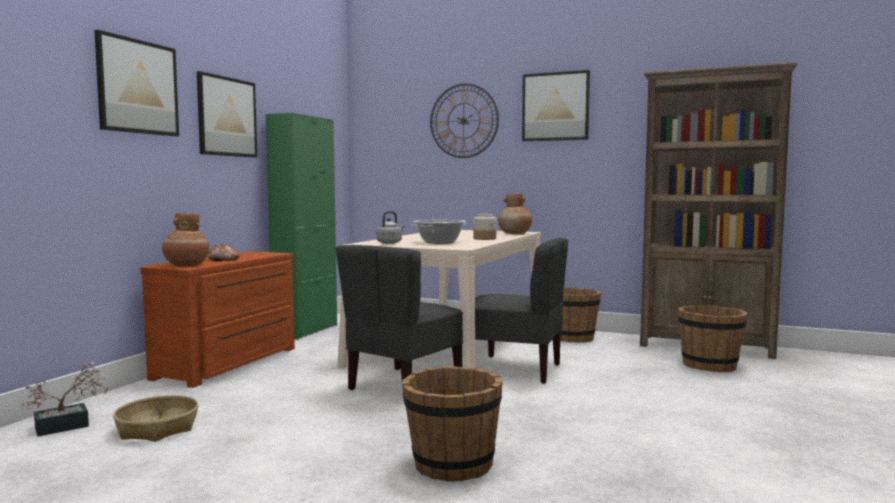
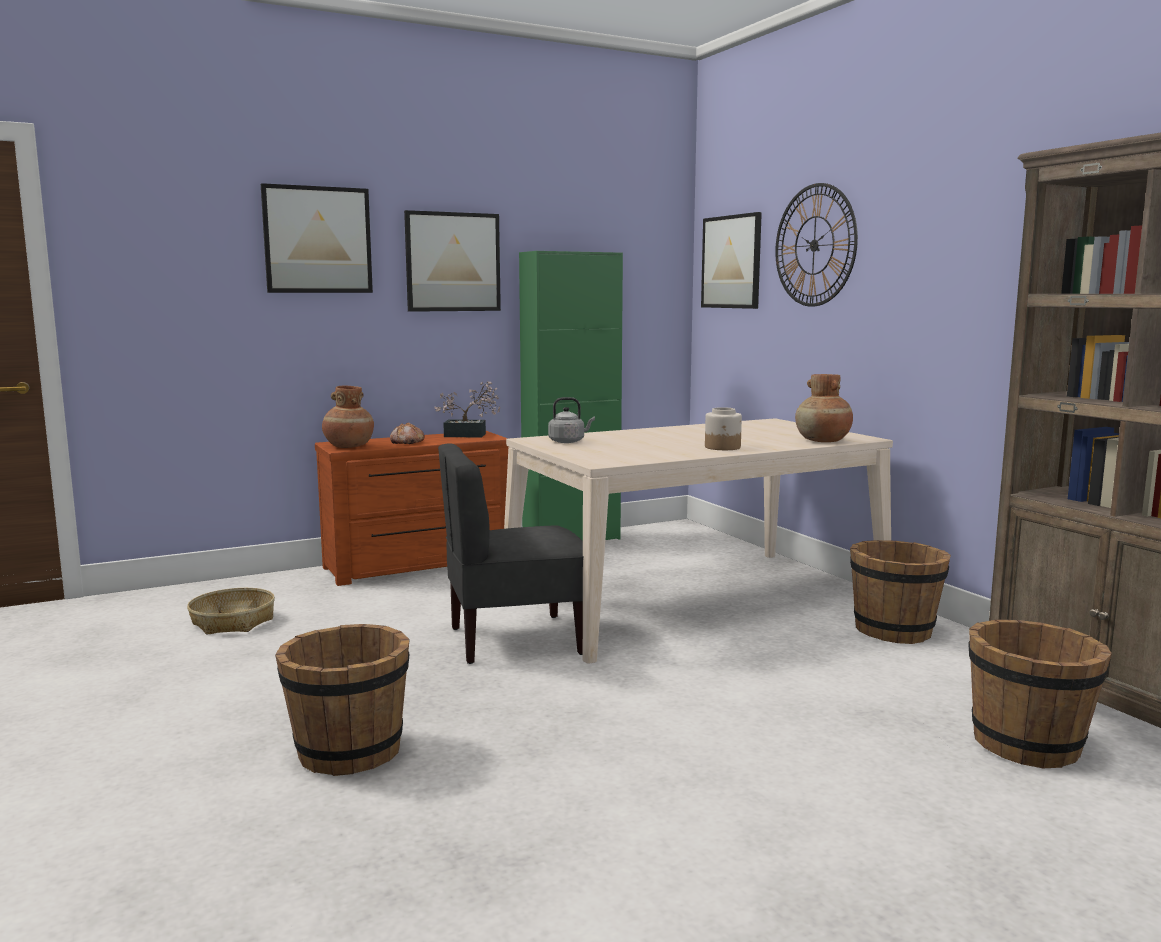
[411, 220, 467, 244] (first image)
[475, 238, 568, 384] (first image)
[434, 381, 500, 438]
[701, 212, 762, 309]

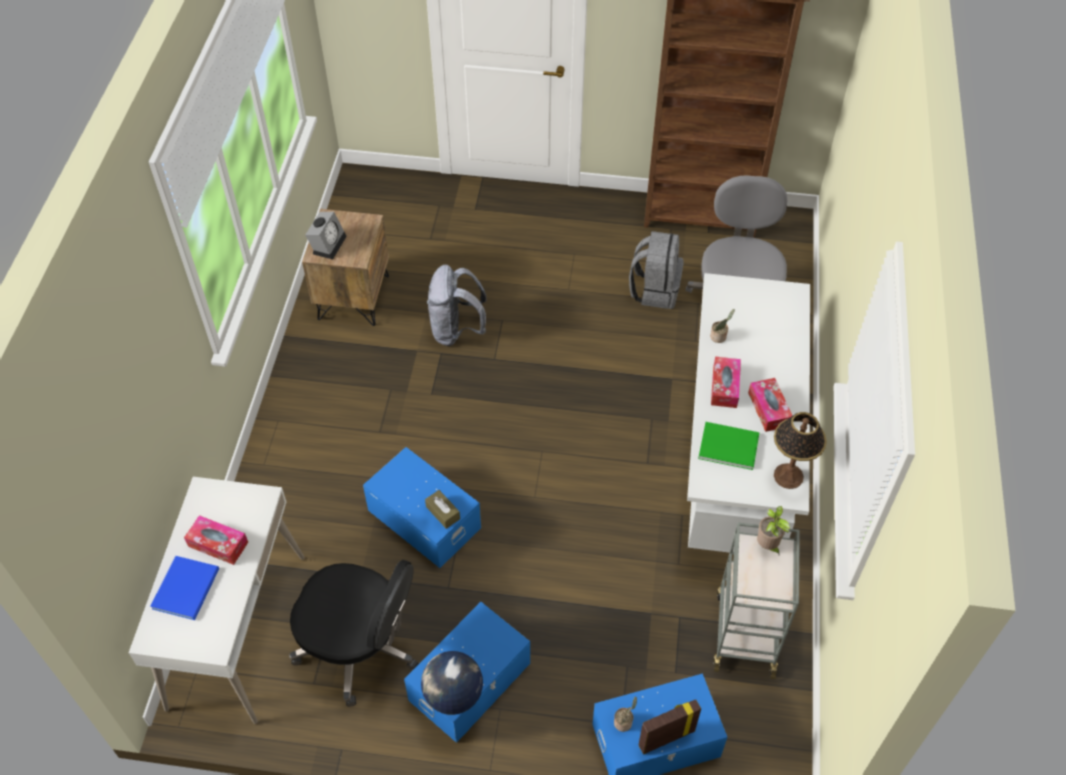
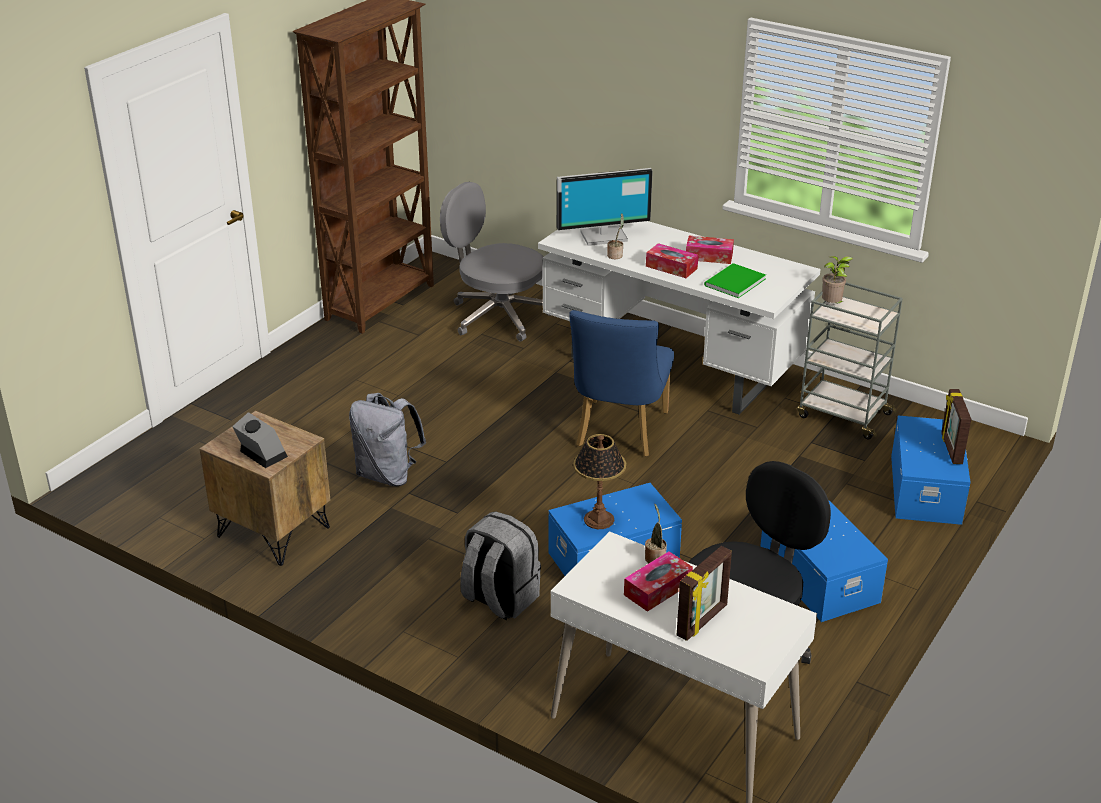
[421, 651, 483, 715] (first image)
[425, 490, 460, 529] (first image)
[557, 168, 653, 246]
[569, 310, 674, 457]
[645, 504, 667, 563]
[460, 511, 541, 621]
[573, 434, 626, 529]
[677, 546, 732, 641]

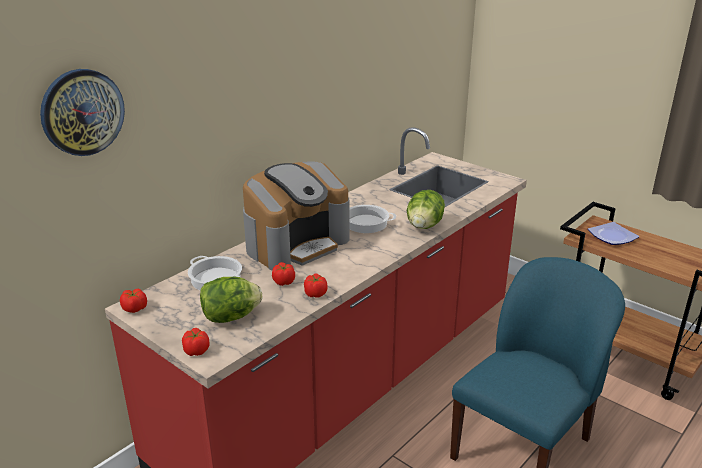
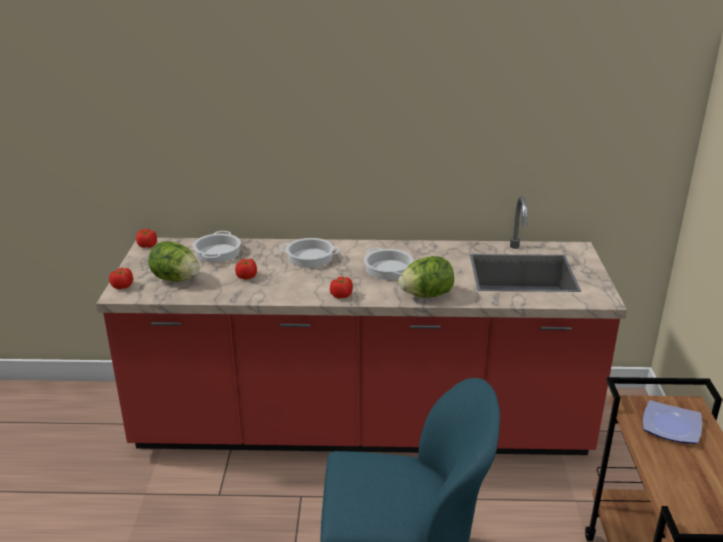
[40, 69, 125, 156] (first image)
[330, 277, 353, 299]
[279, 238, 340, 268]

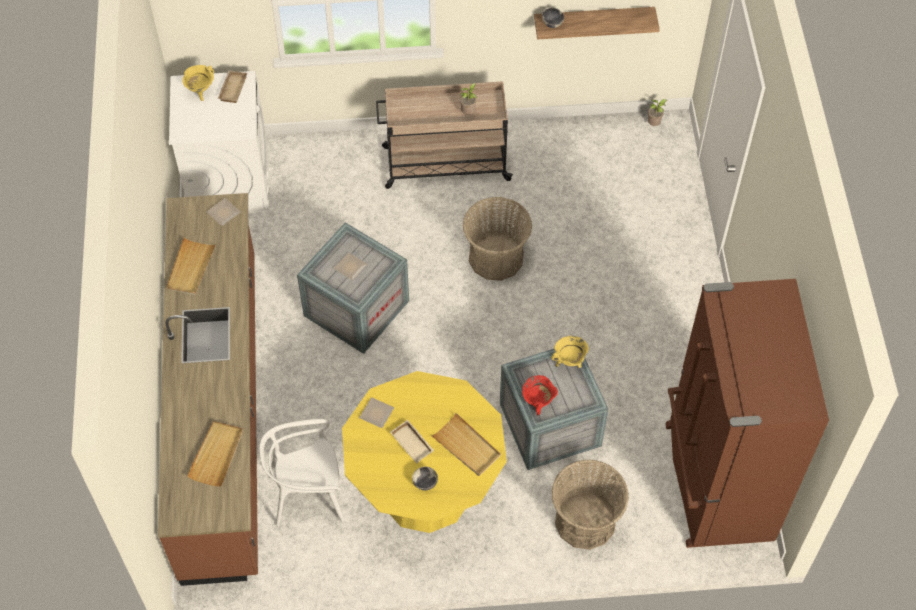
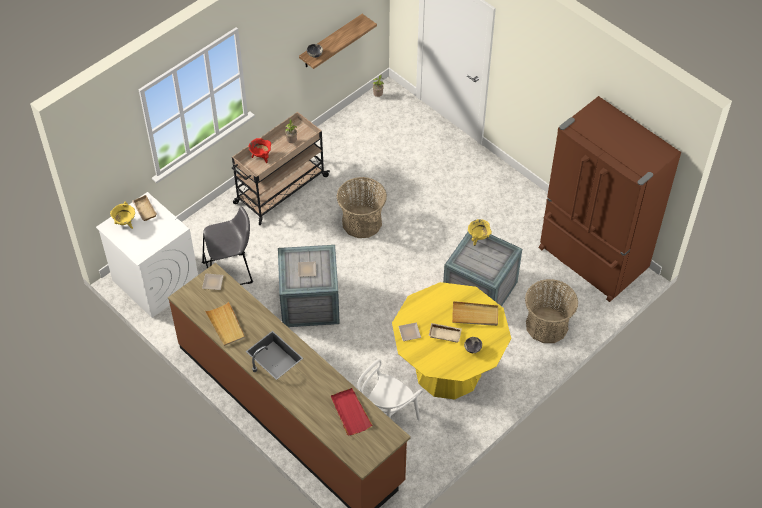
[202, 206, 253, 285]
[248, 138, 271, 163]
[331, 388, 372, 435]

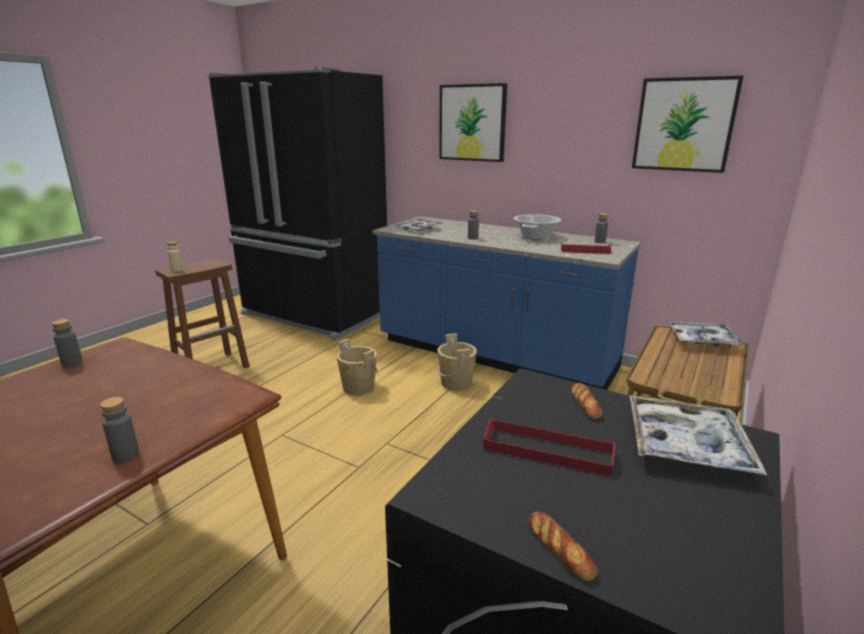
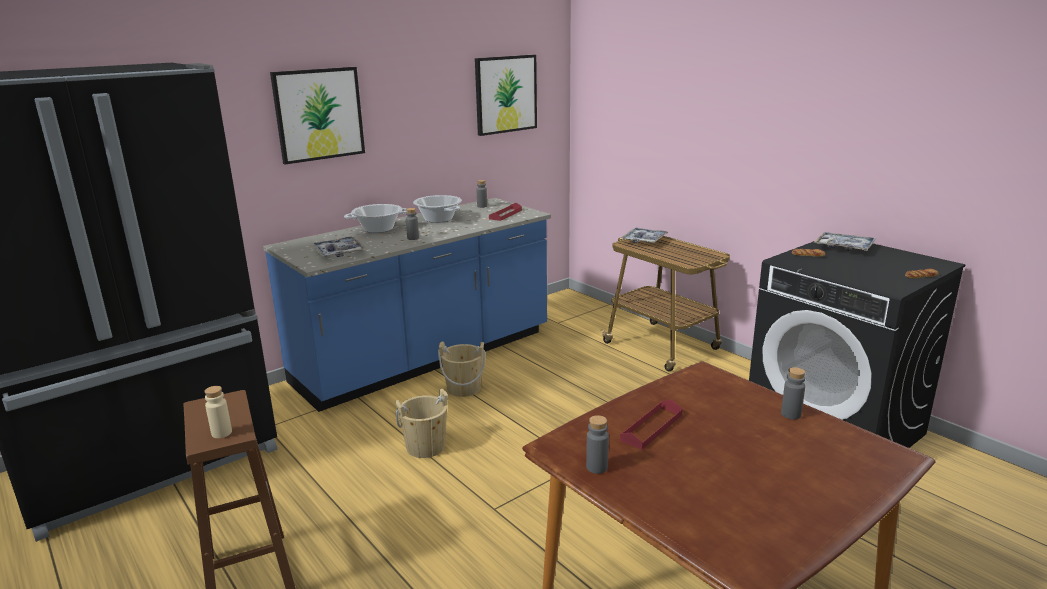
[344, 204, 407, 233]
[620, 400, 683, 450]

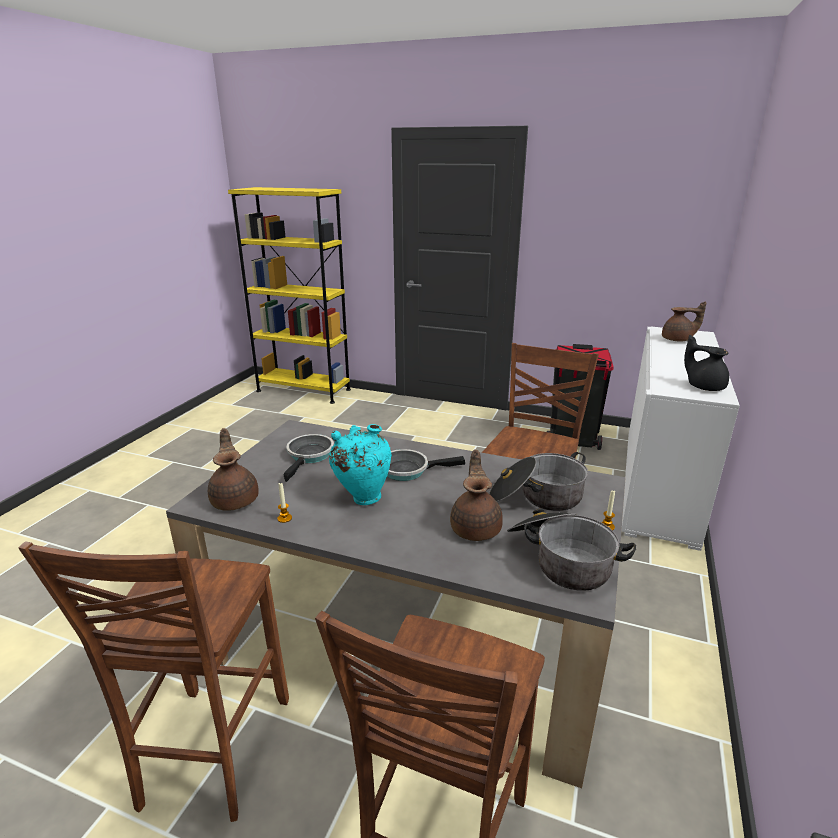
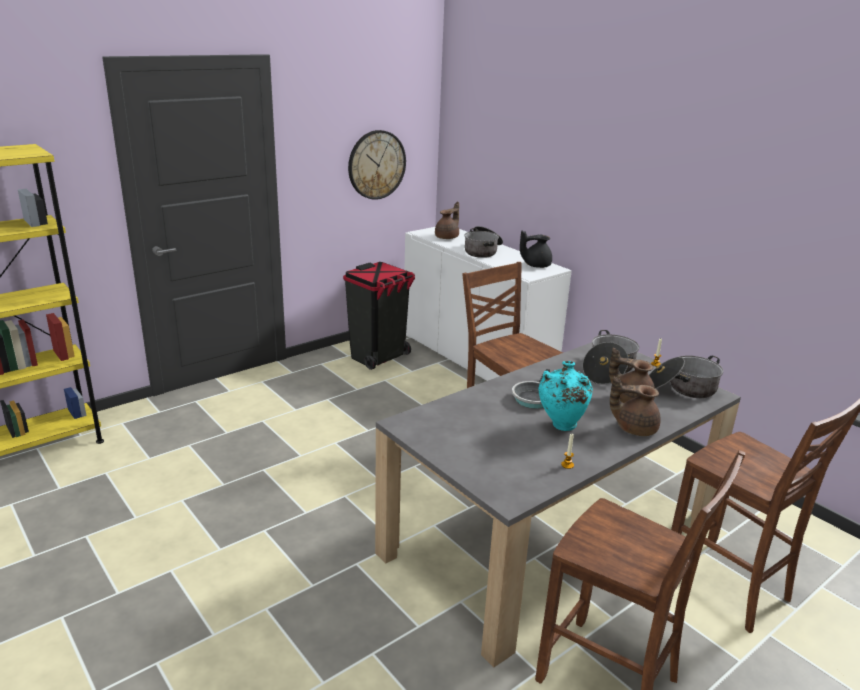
[284, 434, 334, 482] (first image)
[348, 130, 406, 200]
[464, 226, 503, 258]
[610, 377, 661, 436]

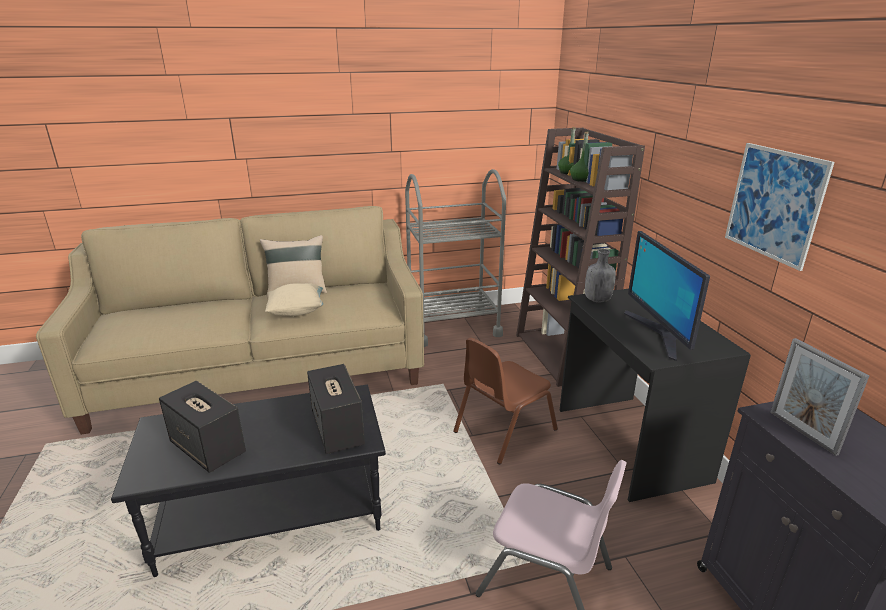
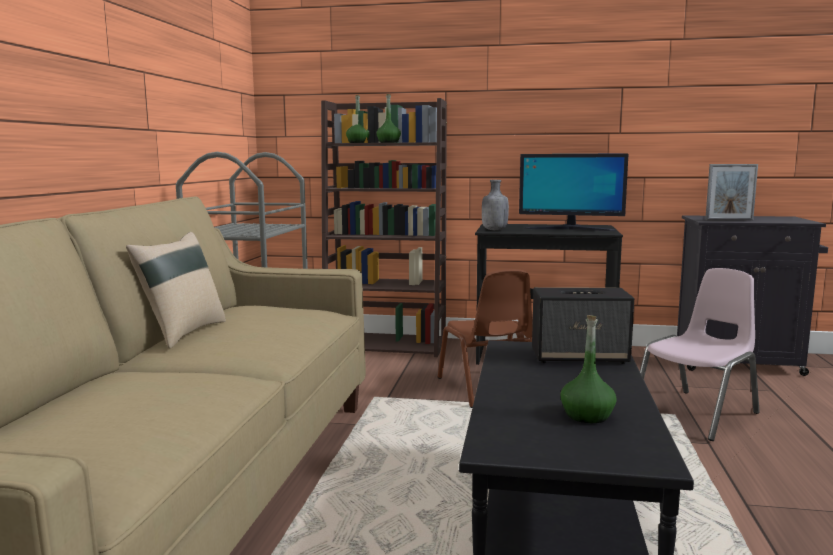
[265, 283, 323, 316] (first image)
[725, 143, 835, 271] (first image)
[561, 315, 617, 423]

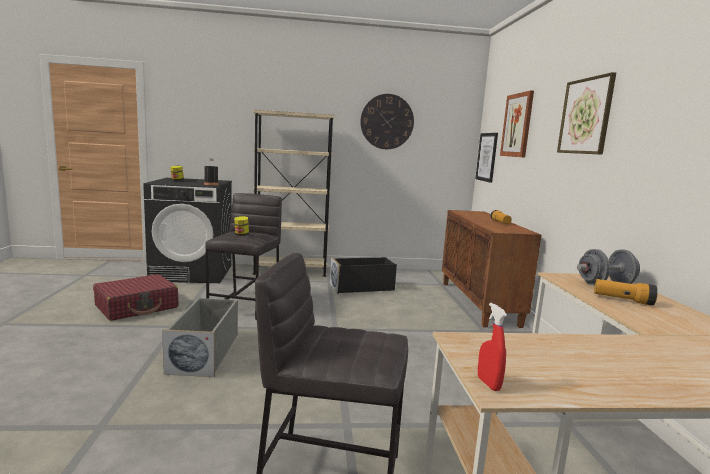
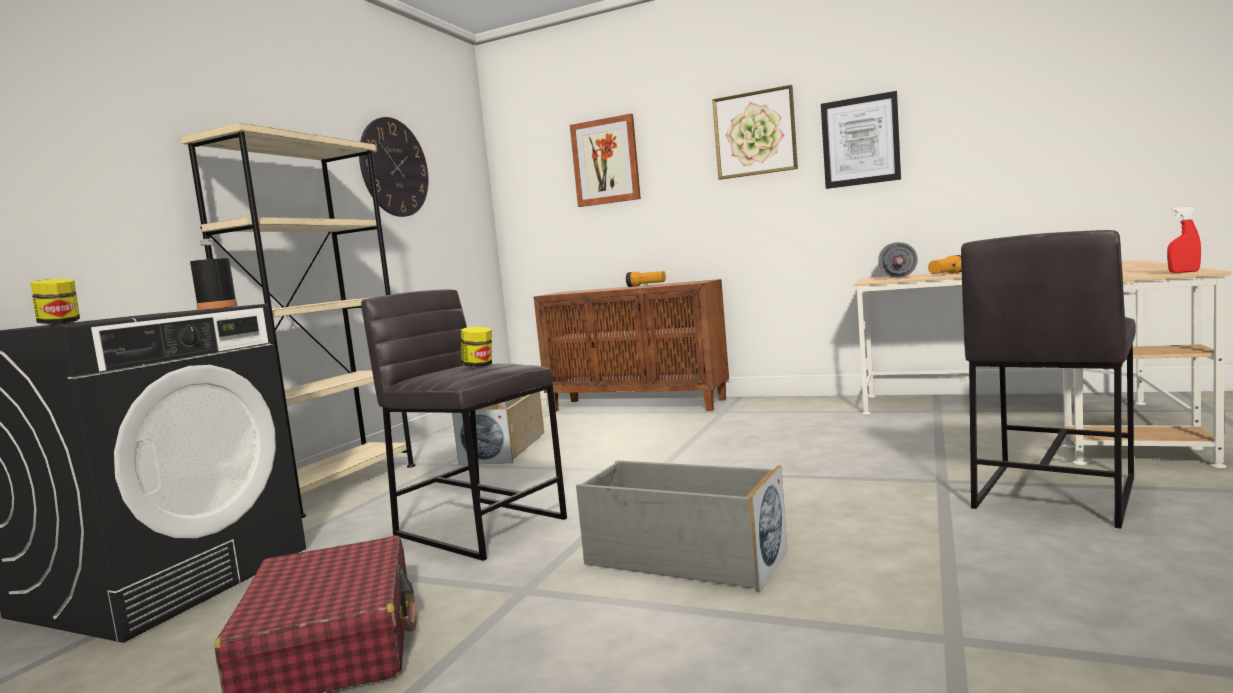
[821, 91, 901, 189]
[452, 392, 544, 465]

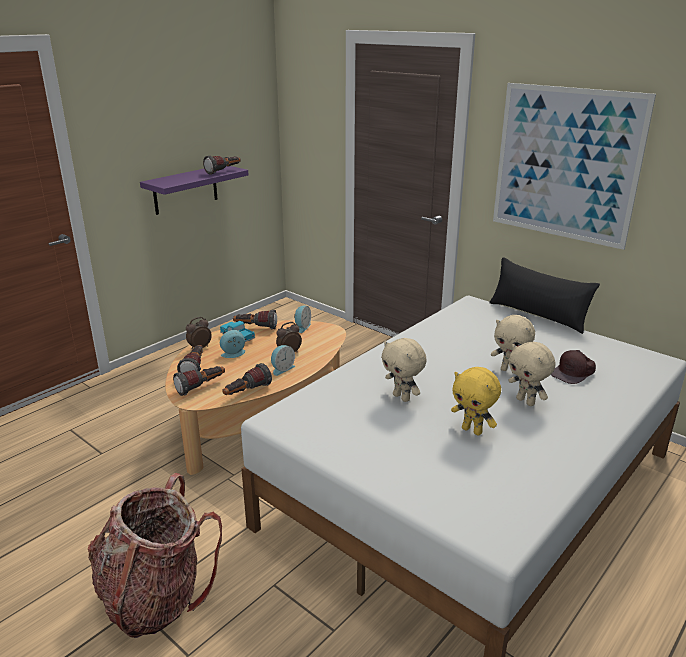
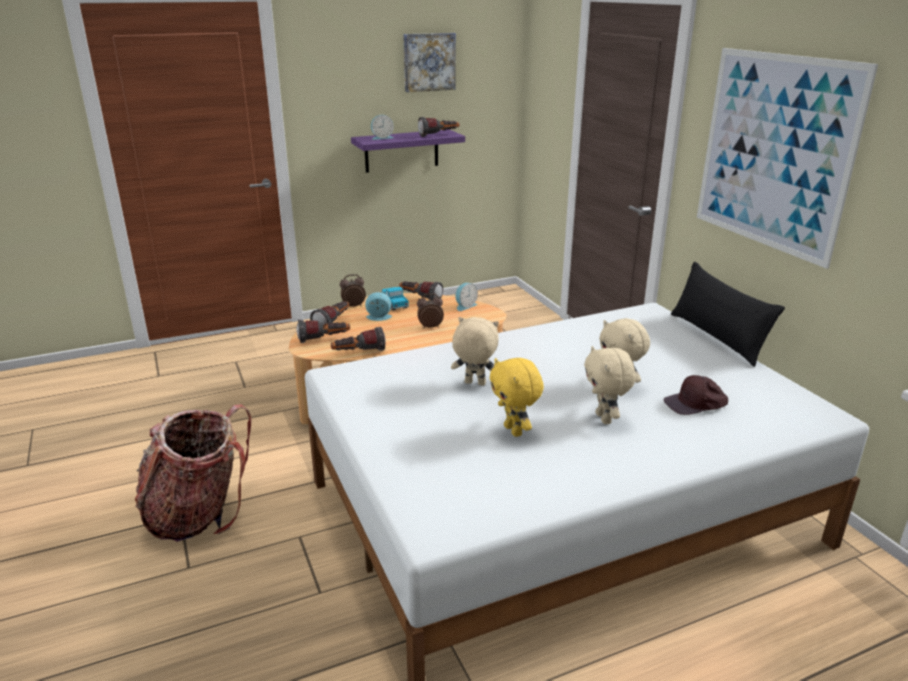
[403, 33, 456, 92]
[371, 115, 394, 140]
[451, 317, 499, 386]

